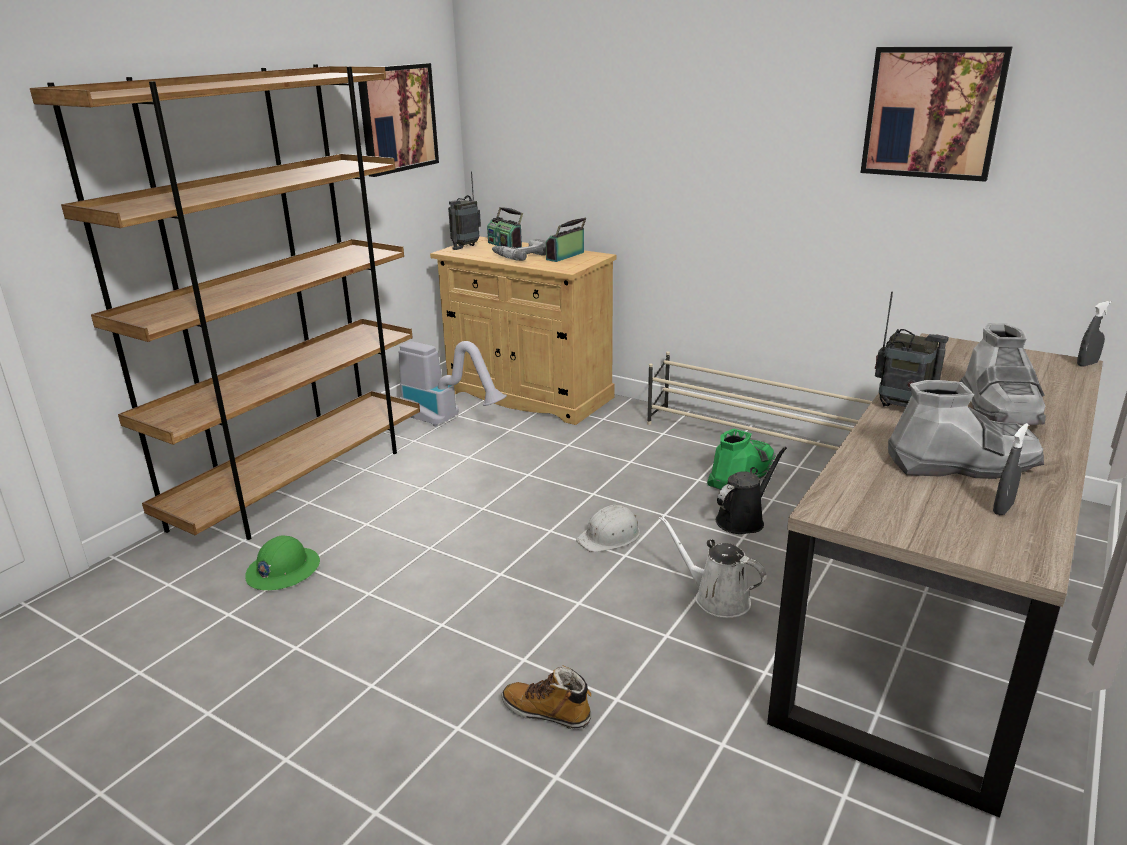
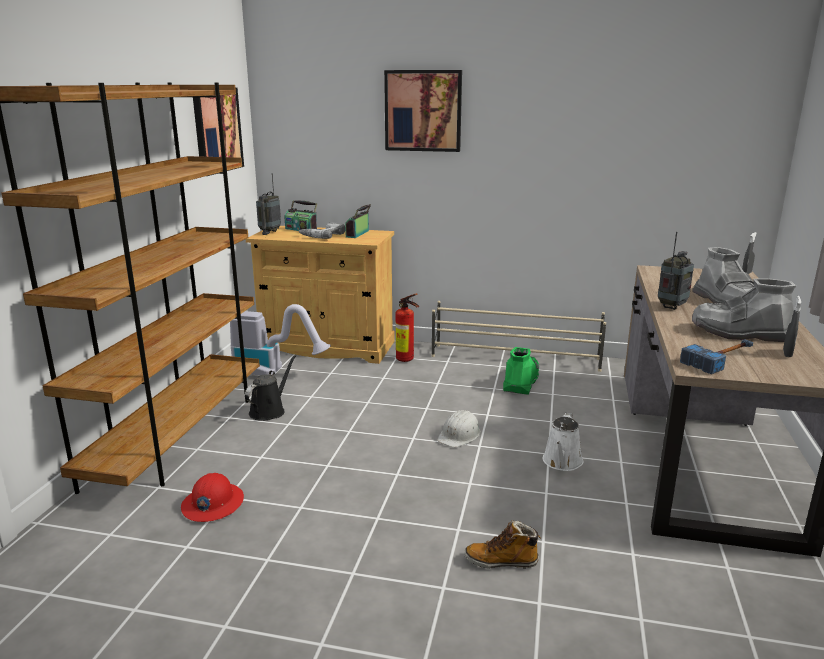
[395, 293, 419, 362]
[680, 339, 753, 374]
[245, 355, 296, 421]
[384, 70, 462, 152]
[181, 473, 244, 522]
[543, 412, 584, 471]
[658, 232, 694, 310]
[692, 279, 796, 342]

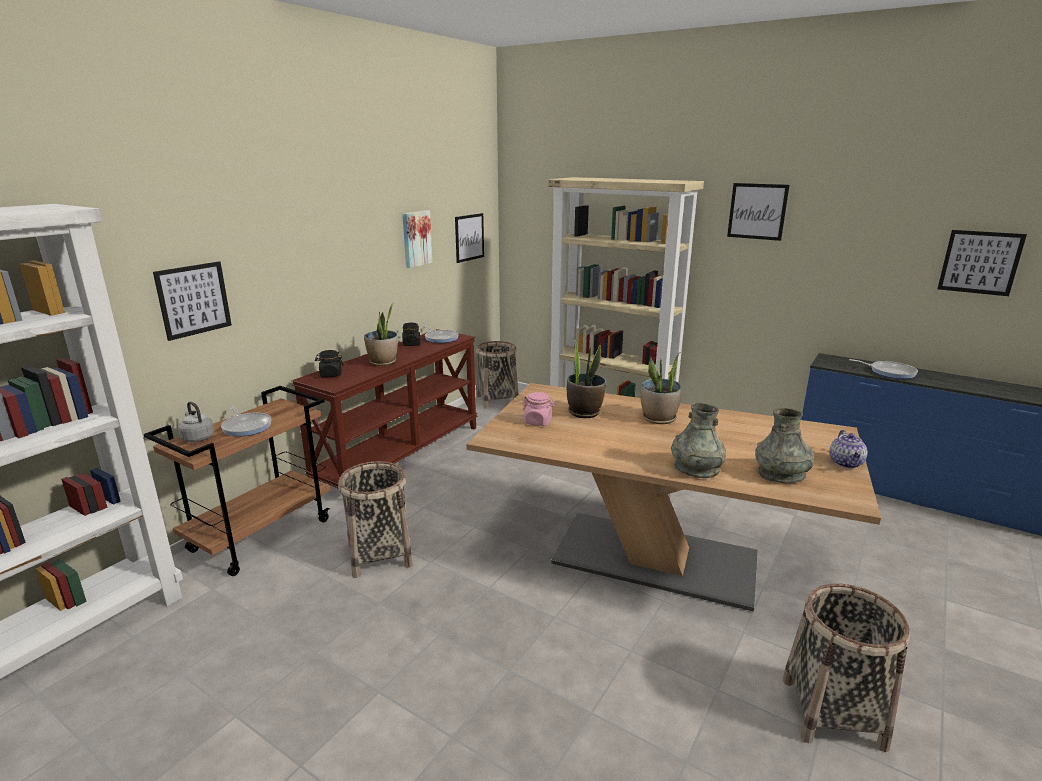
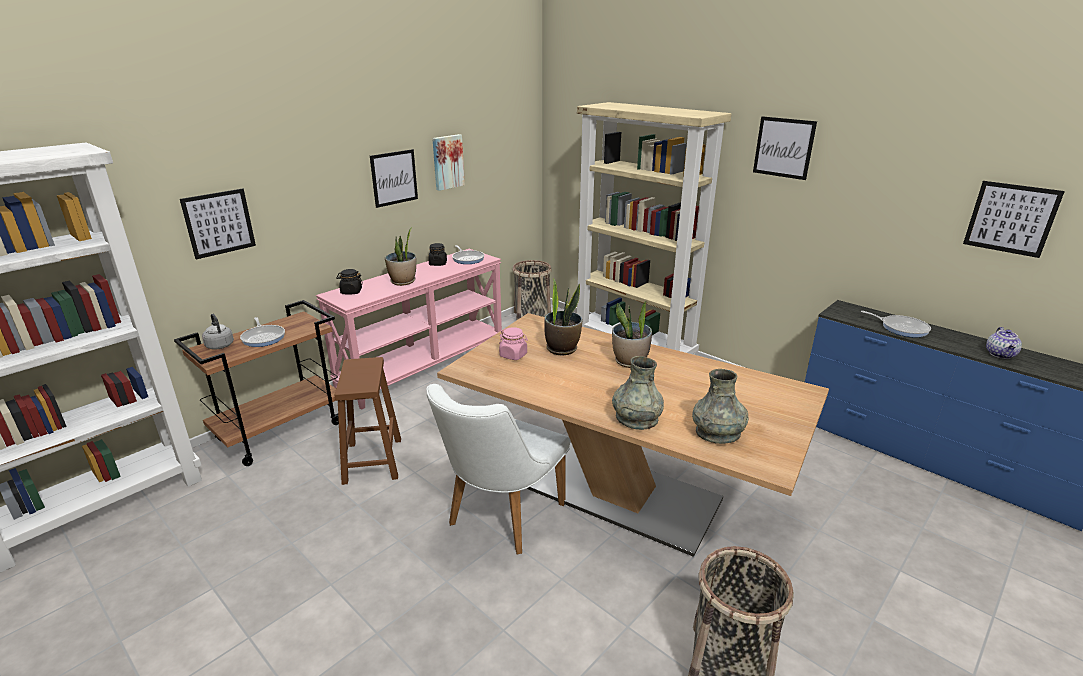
[426, 384, 570, 554]
[370, 149, 418, 208]
[986, 327, 1022, 359]
[335, 357, 401, 485]
[316, 249, 502, 410]

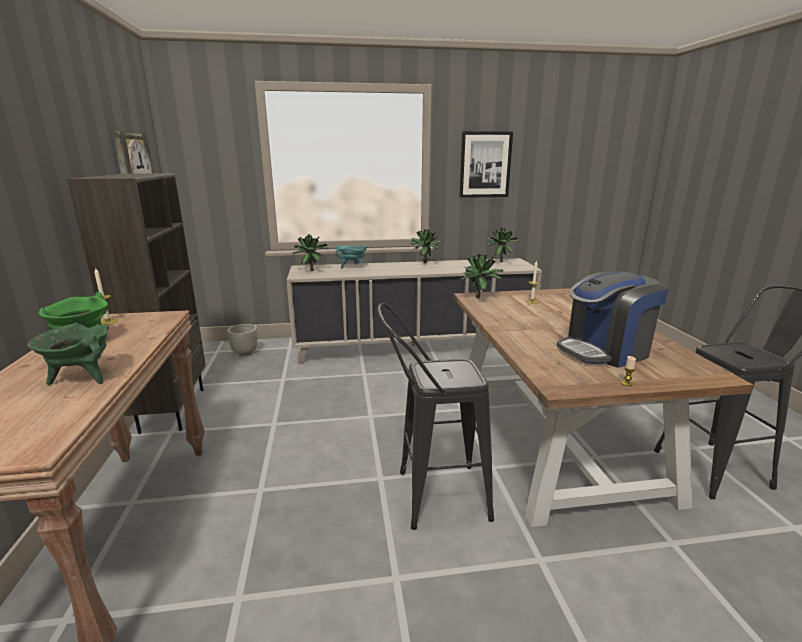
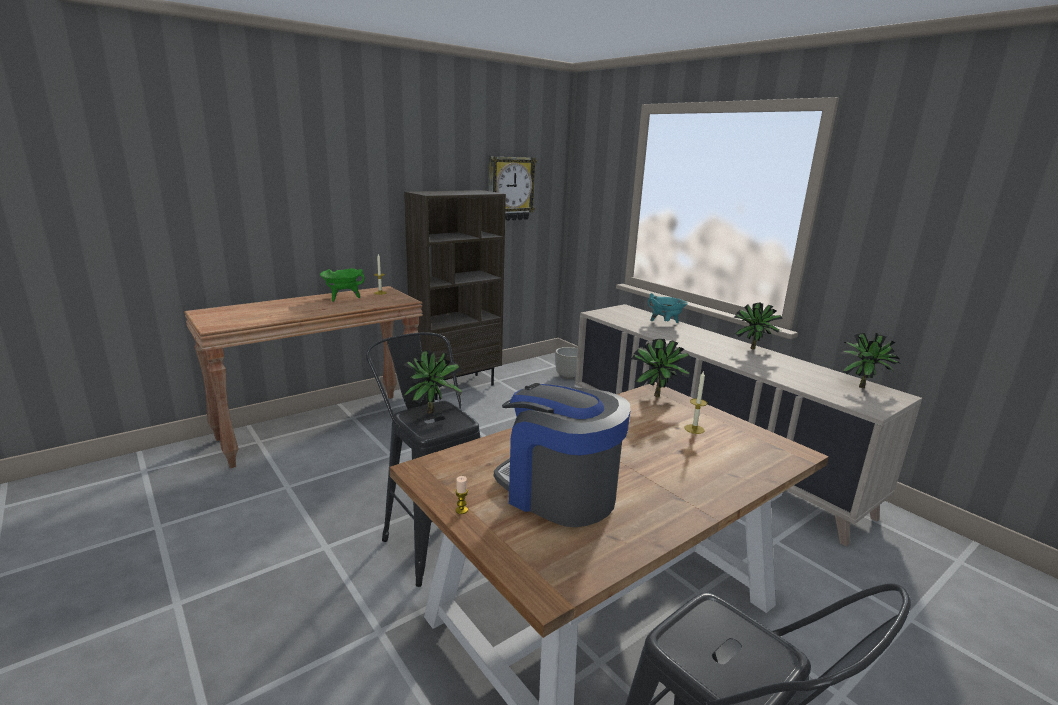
[27, 323, 109, 385] (first image)
[459, 131, 513, 198] (first image)
[404, 350, 462, 414]

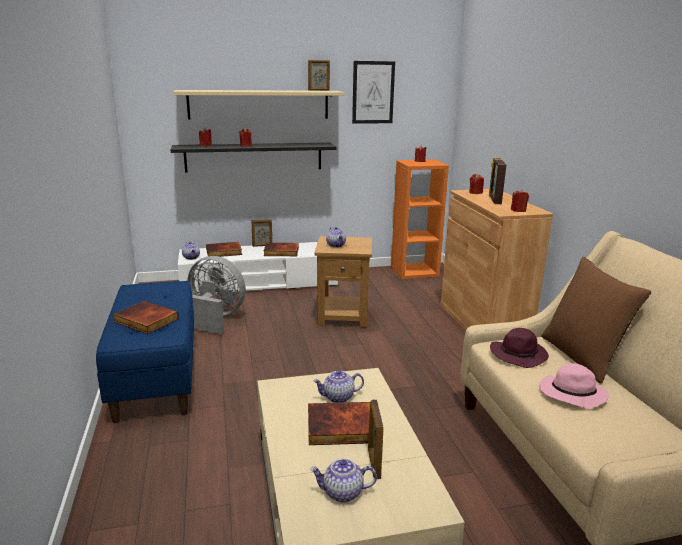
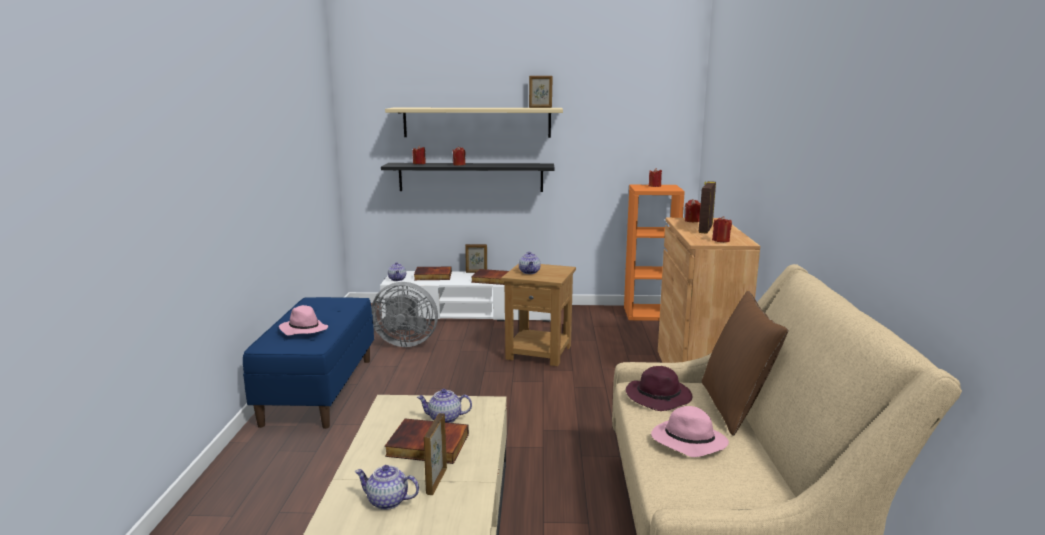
[352, 61, 395, 124] (first image)
[279, 305, 328, 336]
[371, 282, 438, 347]

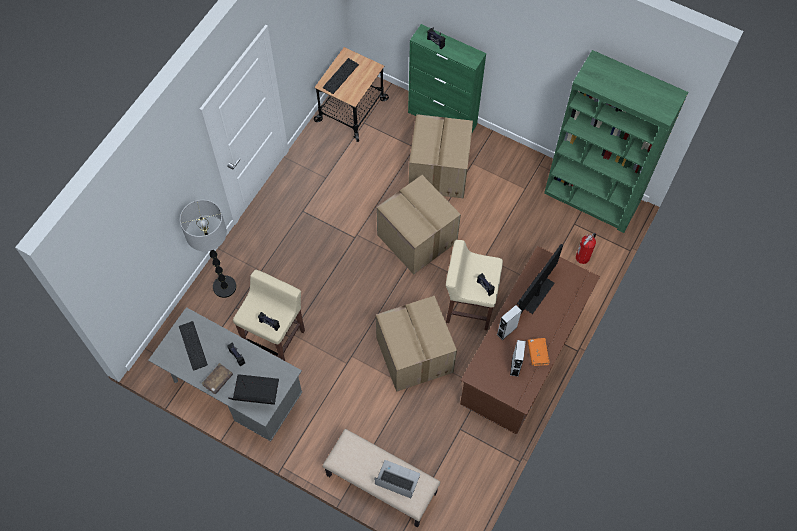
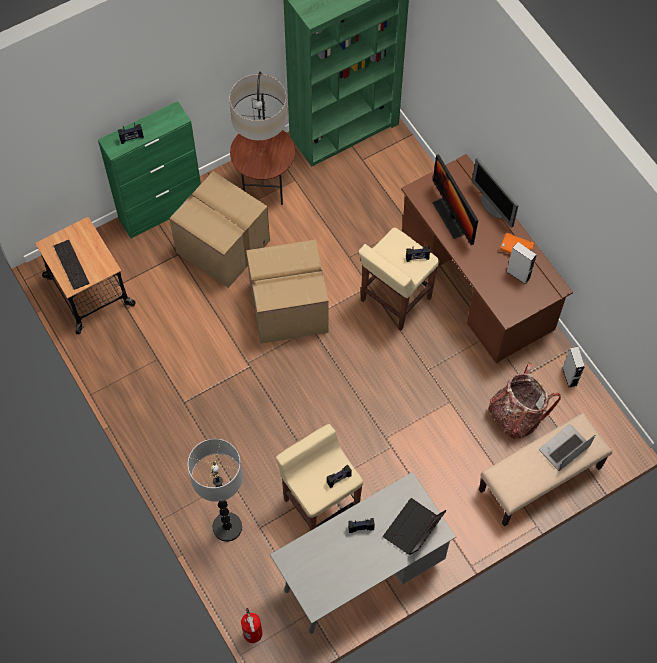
[179, 321, 208, 371] (first image)
[201, 363, 233, 394] (first image)
[376, 296, 457, 392] (first image)
[229, 71, 295, 205]
[472, 158, 519, 228]
[489, 363, 561, 439]
[563, 347, 585, 388]
[241, 608, 263, 643]

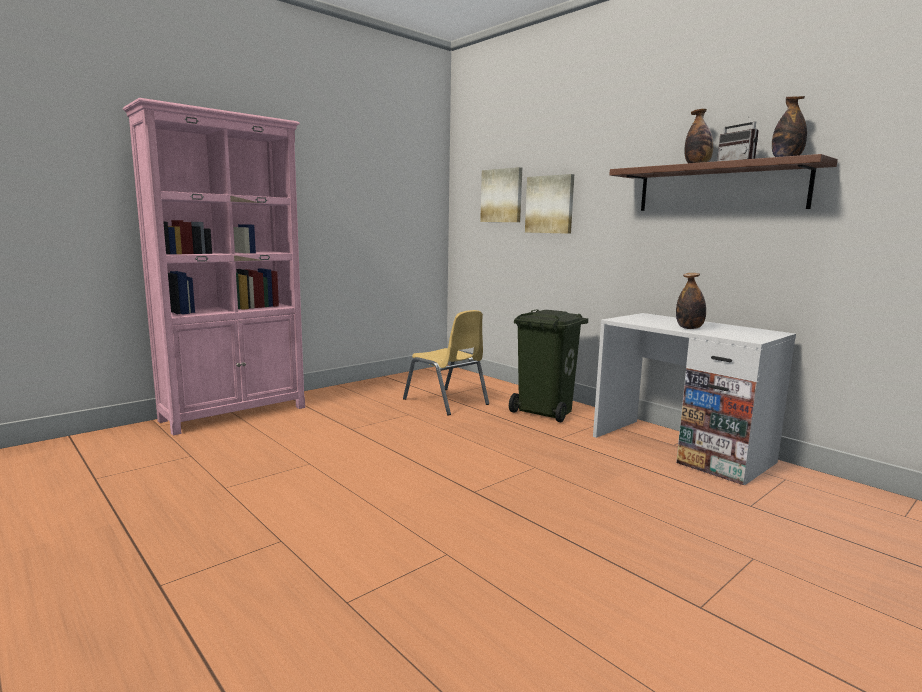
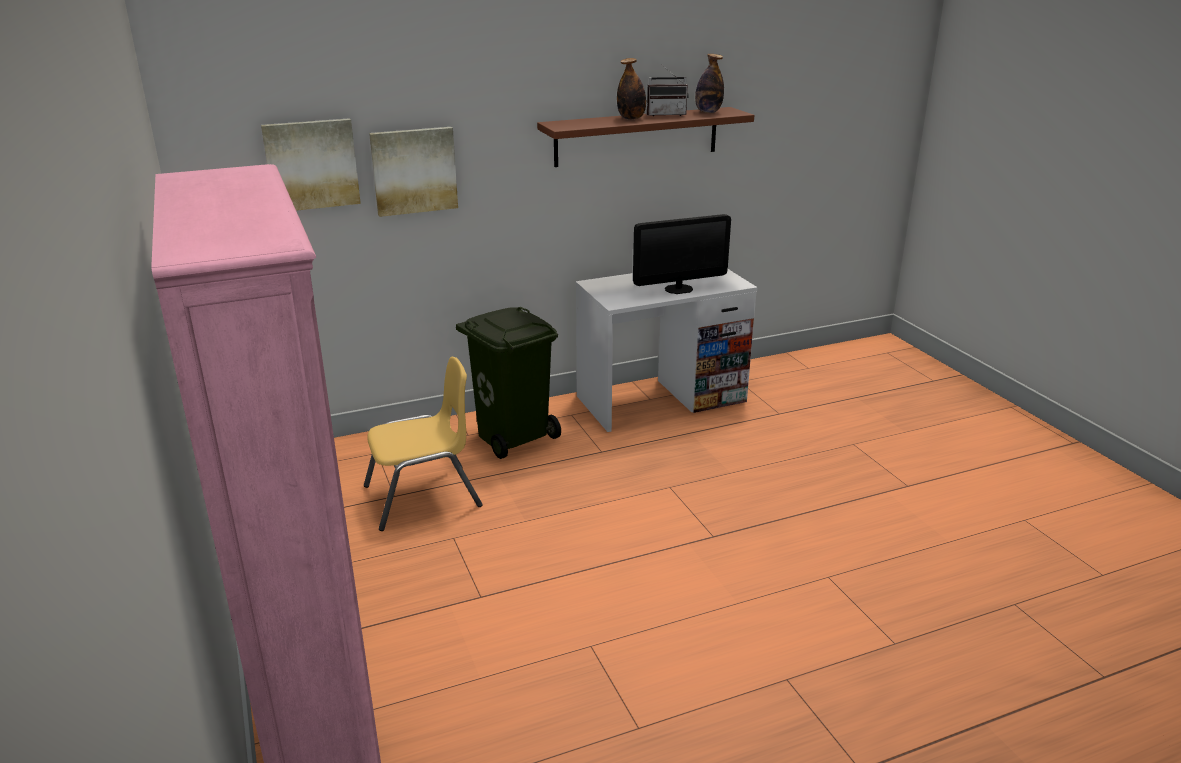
[633, 214, 731, 294]

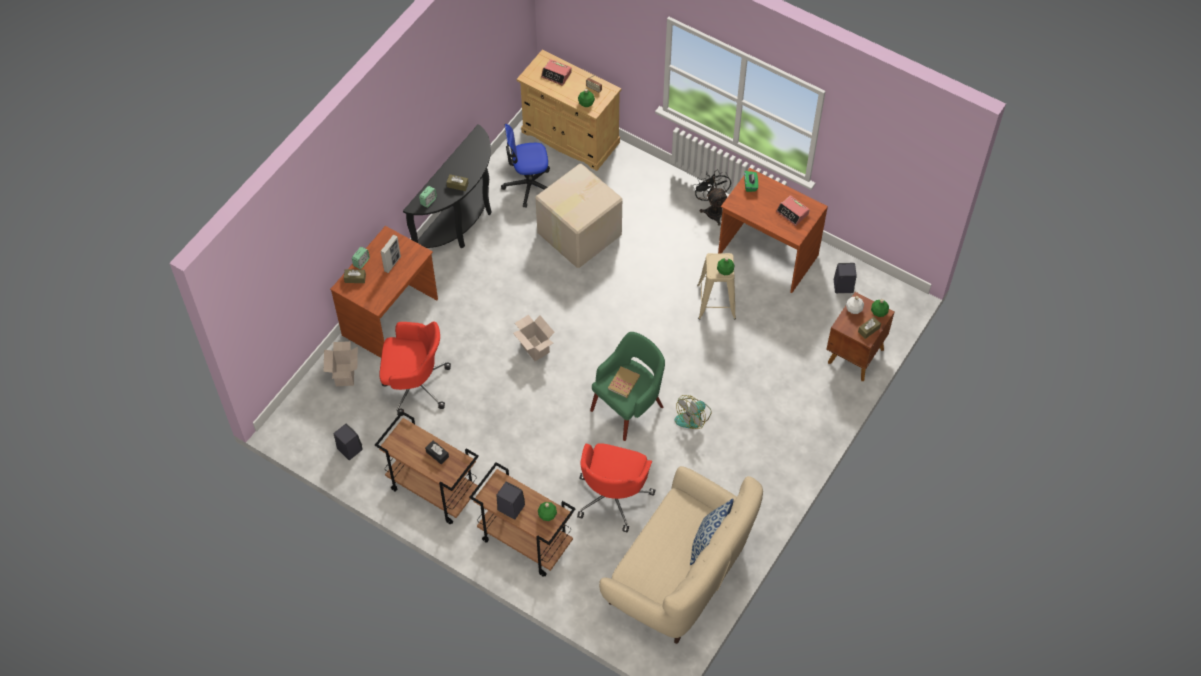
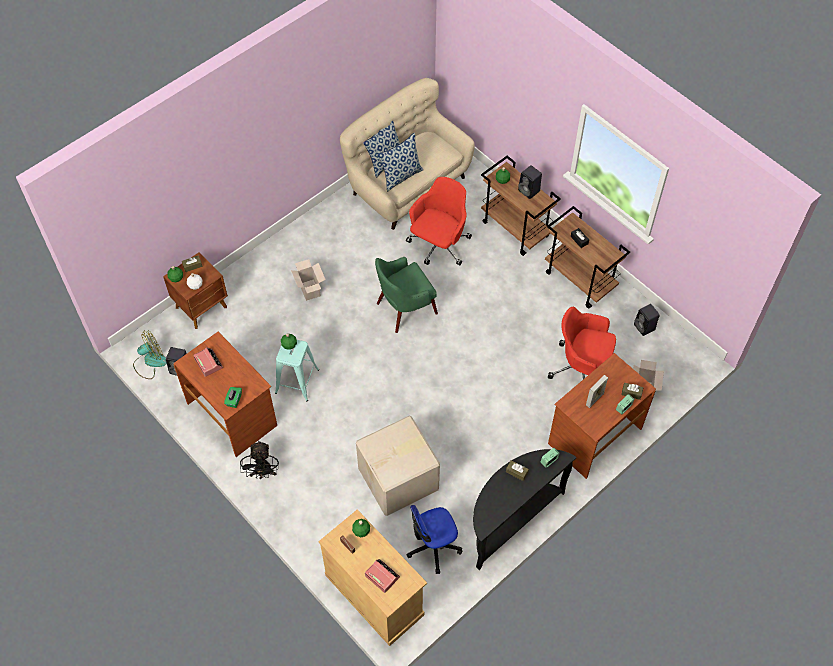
[608, 366, 640, 398] (first image)
[377, 133, 423, 191]
[291, 259, 326, 301]
[133, 331, 167, 379]
[275, 340, 319, 401]
[406, 505, 462, 574]

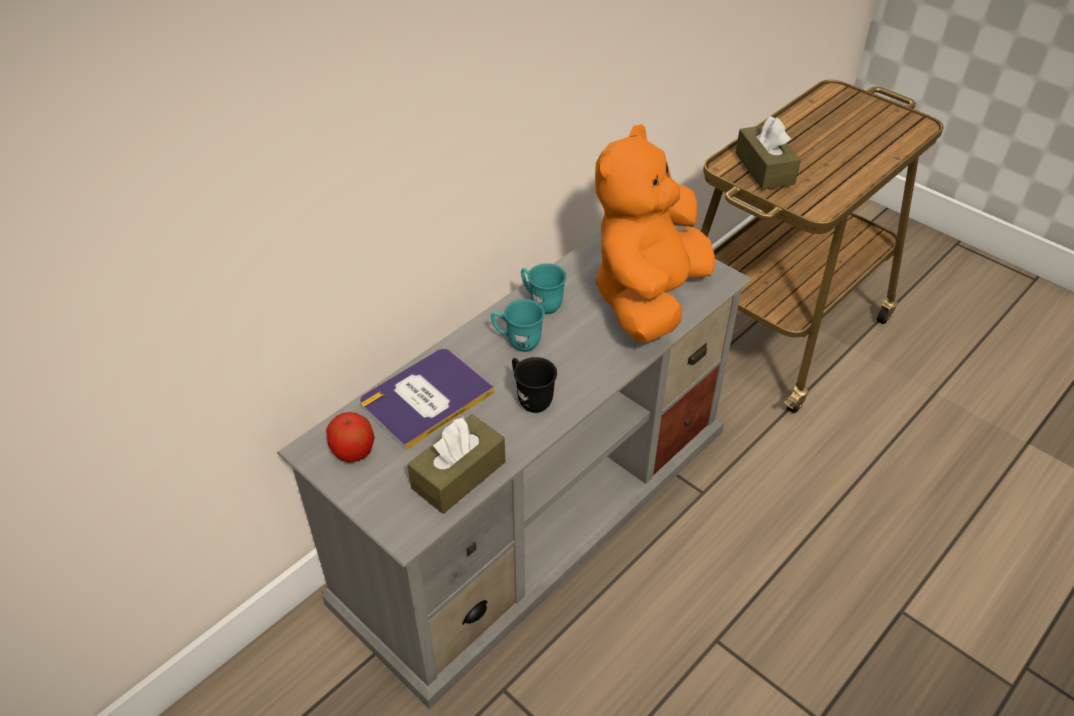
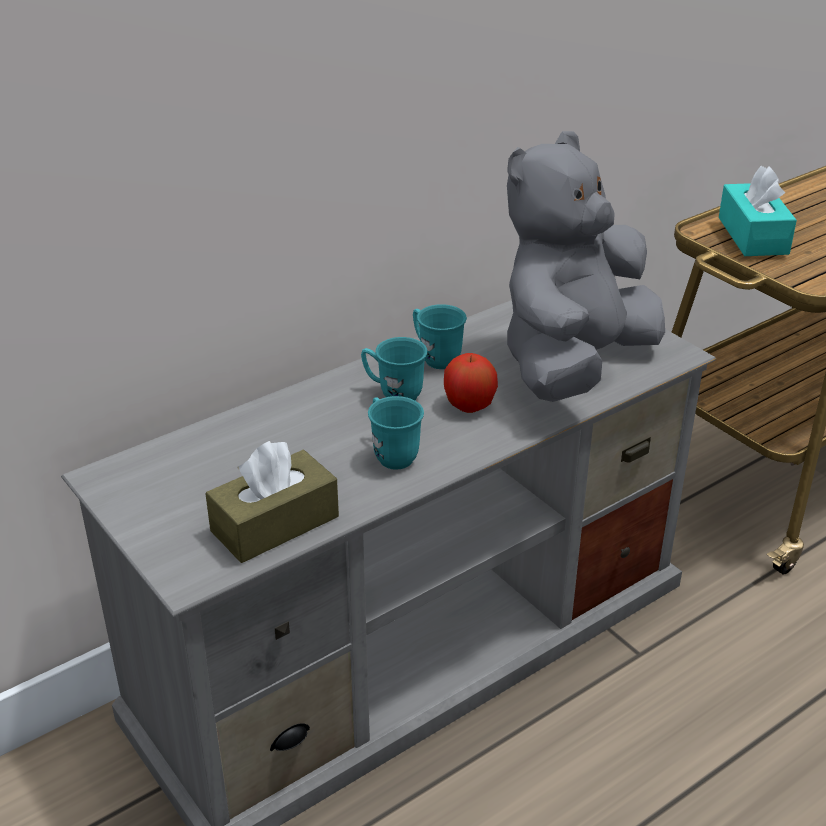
[360, 349, 495, 450] (first image)
[444, 353, 498, 413]
[368, 396, 424, 470]
[507, 131, 665, 402]
[719, 166, 797, 256]

